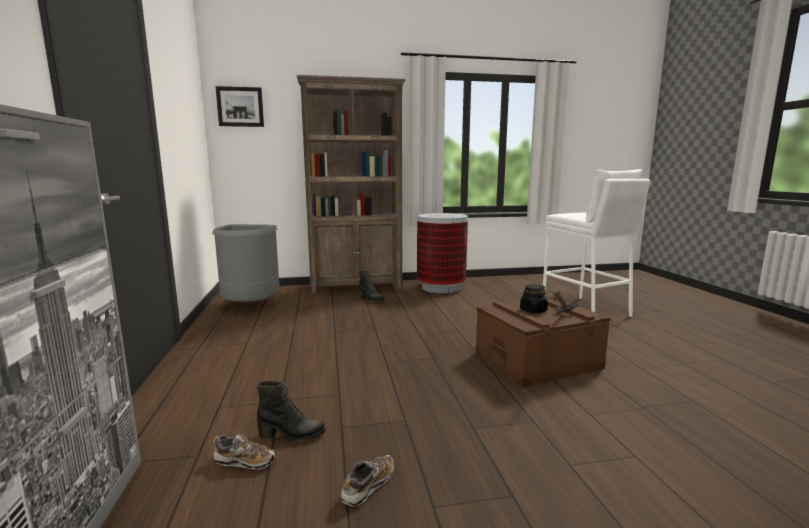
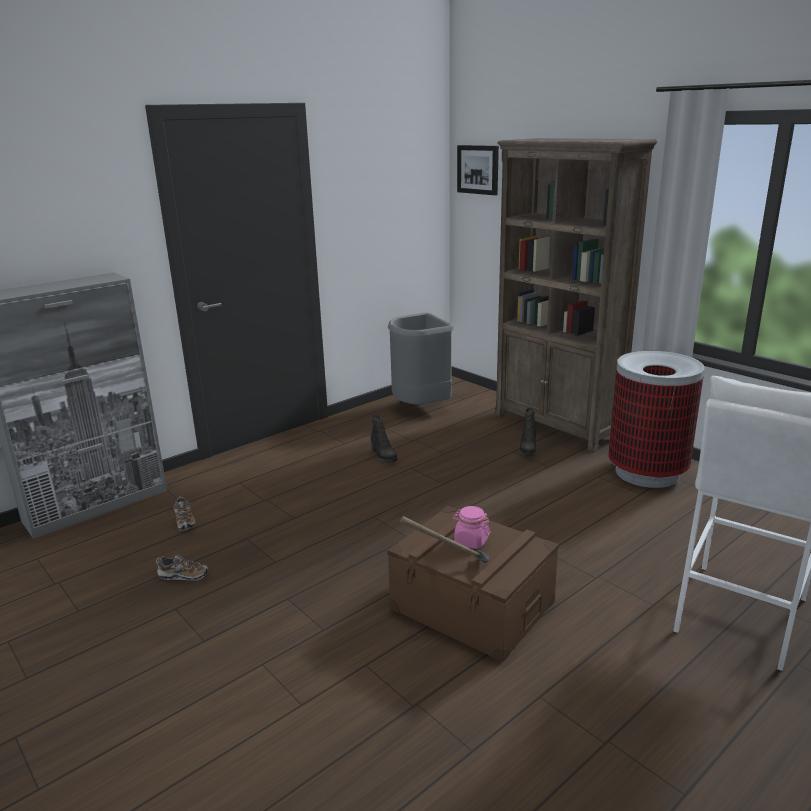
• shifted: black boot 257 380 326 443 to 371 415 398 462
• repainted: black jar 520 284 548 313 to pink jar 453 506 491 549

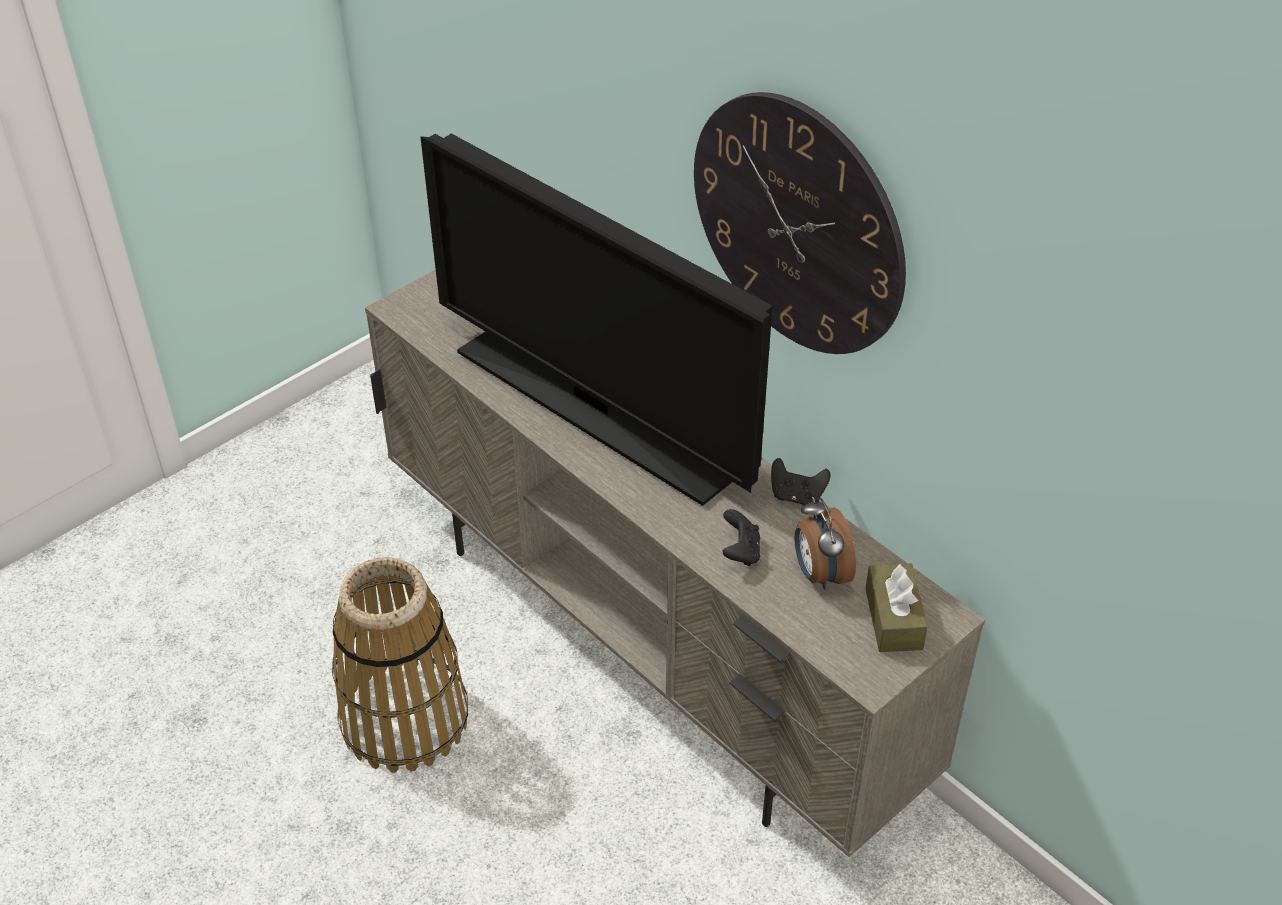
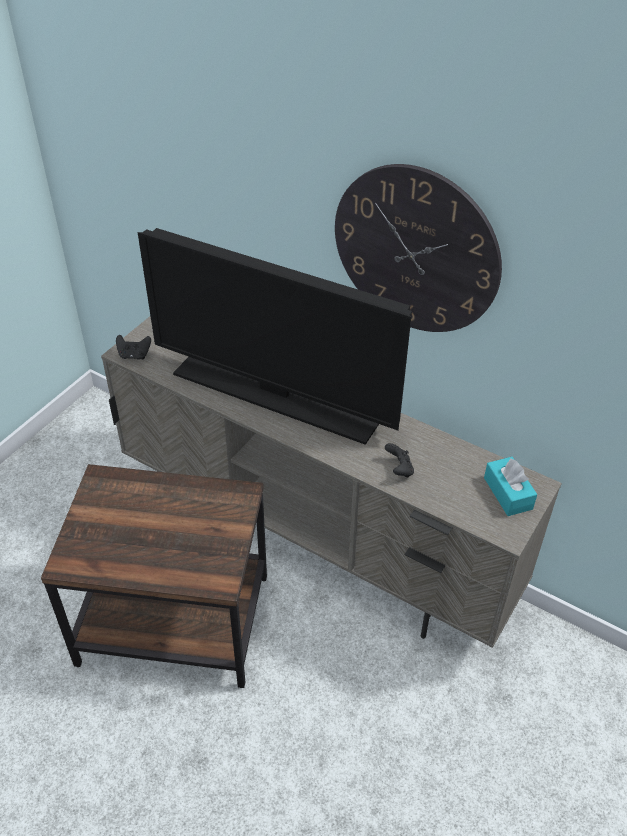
• gone: alarm clock 795 497 856 590
• shifted: black game controller 771 458 831 506 to 116 335 151 360
• swapped: basket 332 557 468 773 to brown side table 41 464 267 688
• repainted: brown tissue box 865 563 928 652 to turquoise tissue box 484 457 537 516

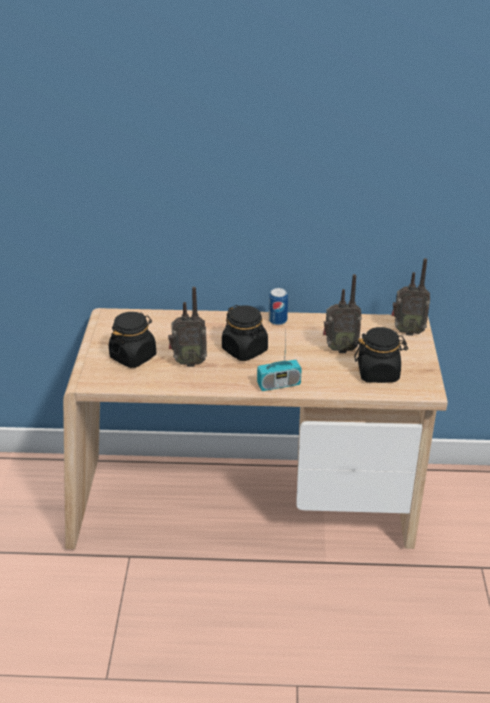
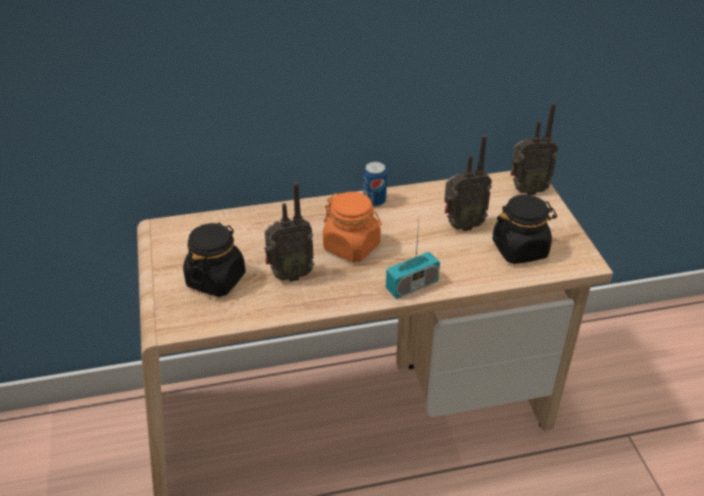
• repainted: black jar 222 305 268 361 to orange jar 323 192 381 262

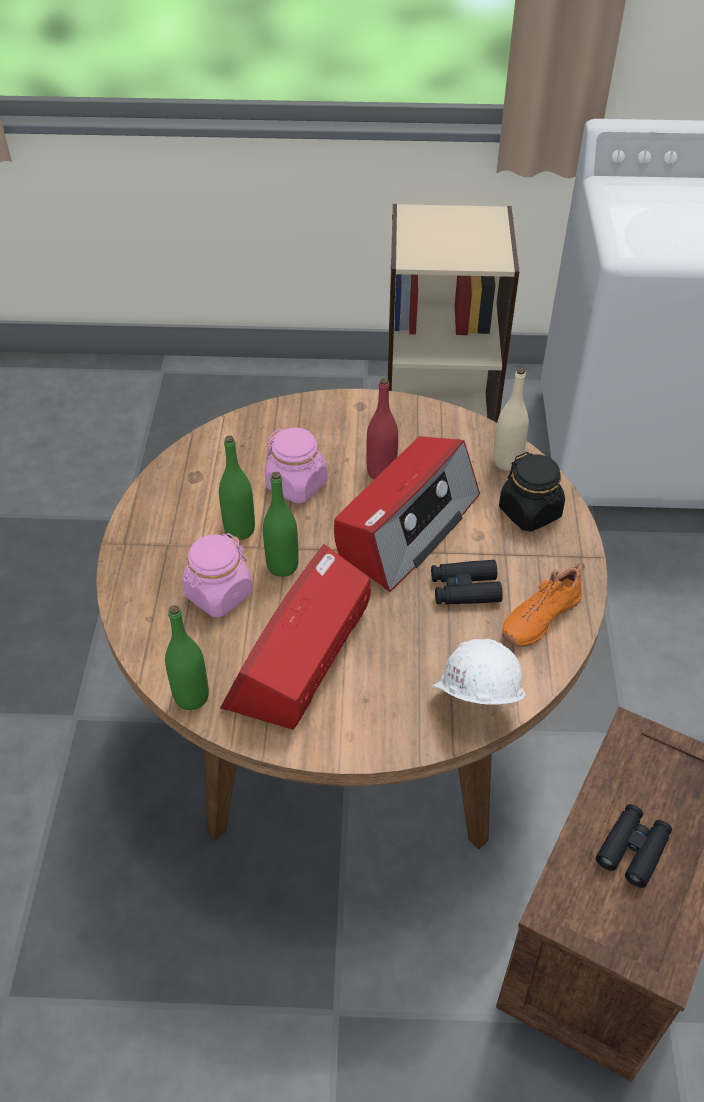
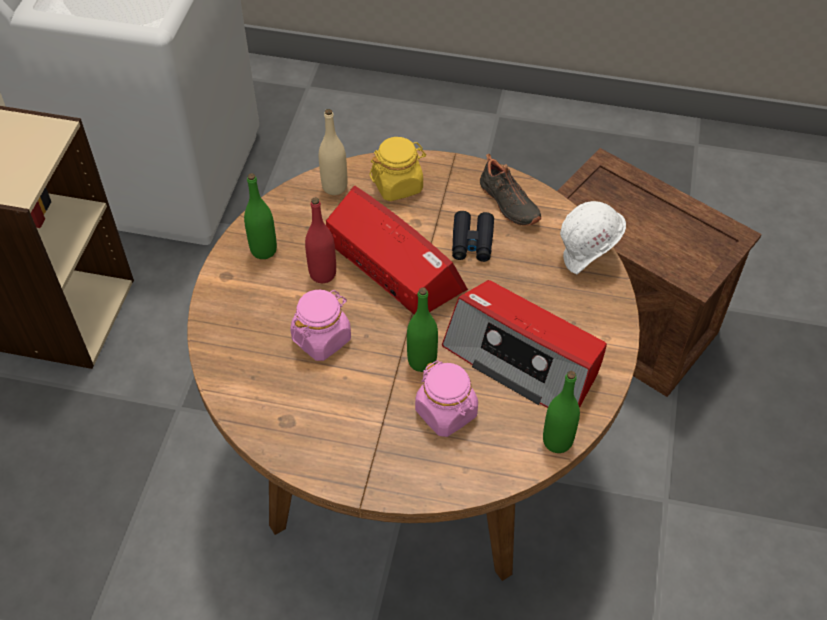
• gone: black binoculars 596 804 672 888
• shifted: green bottle 219 436 255 540 to 244 173 277 259
• repainted: black jar 499 452 565 532 to yellow jar 370 137 426 201
• repainted: orange shoe 502 562 585 647 to black shoe 480 154 541 226

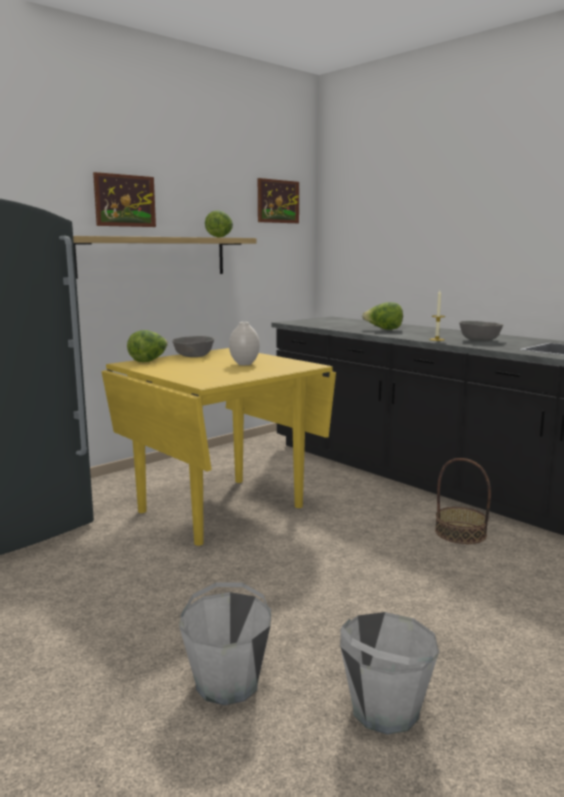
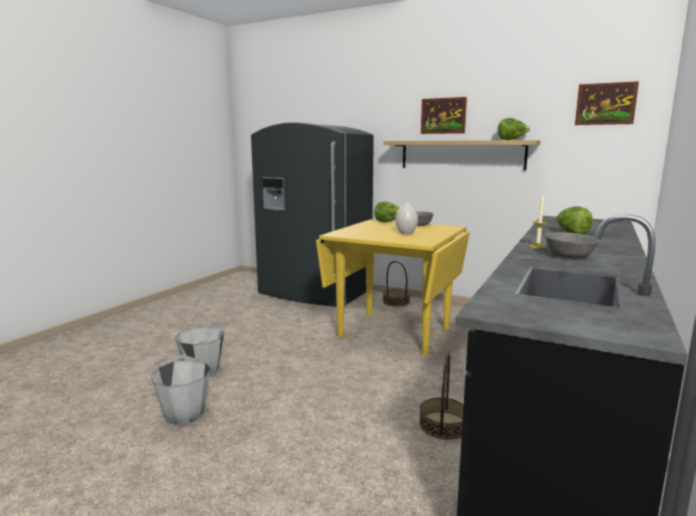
• new: basket 383 261 410 307

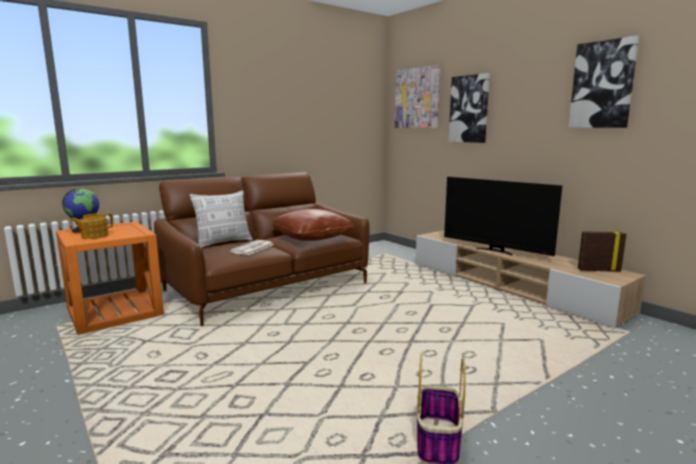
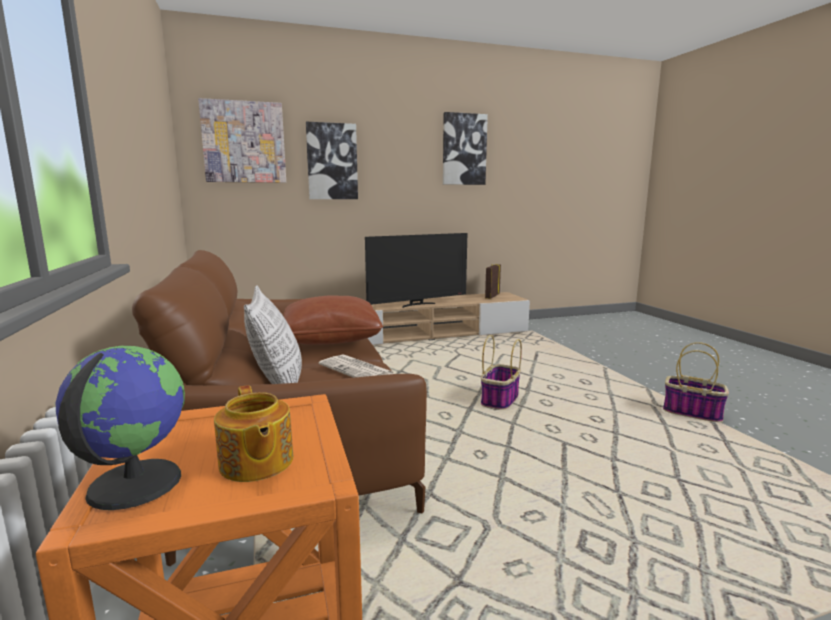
• new: basket 481 335 522 410

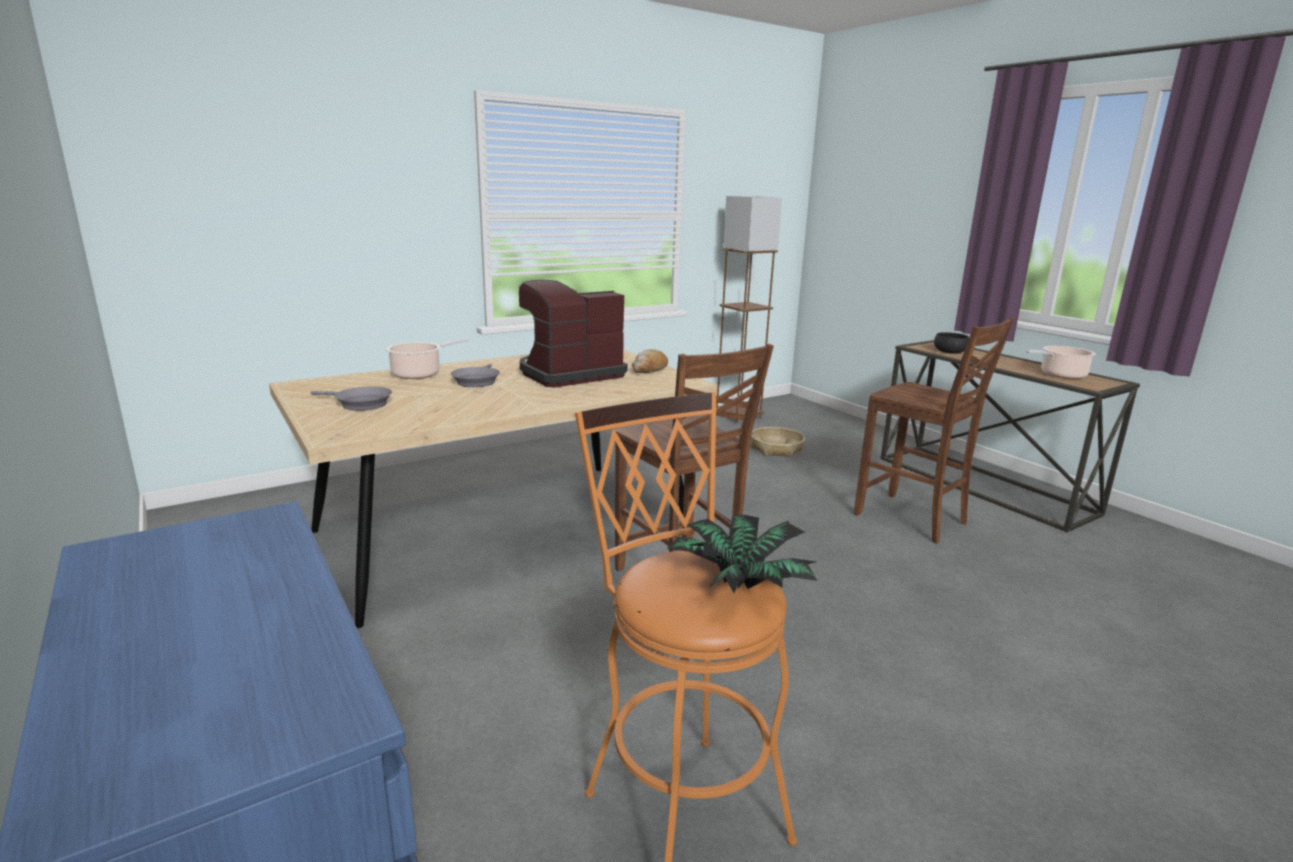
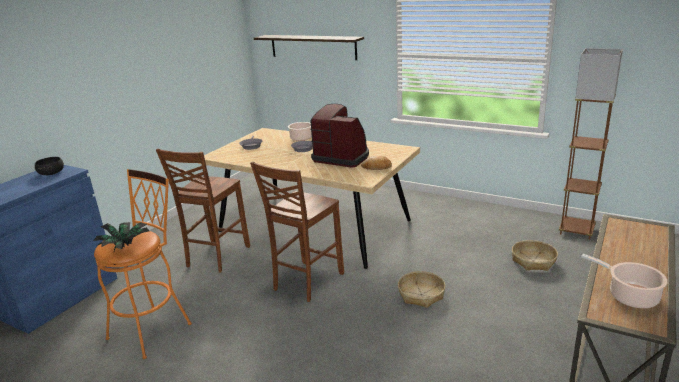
• new: shelf 254 35 364 60
• new: basket 398 271 445 308
• shifted: brown chair 854 317 1015 544 to 156 149 250 273
• shifted: black bowl 934 332 969 354 to 35 157 64 175

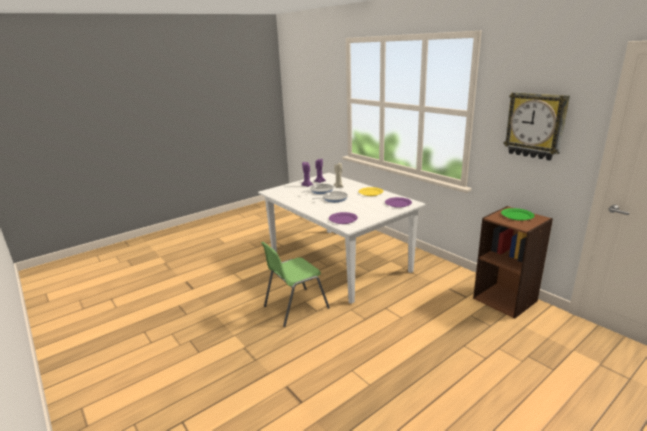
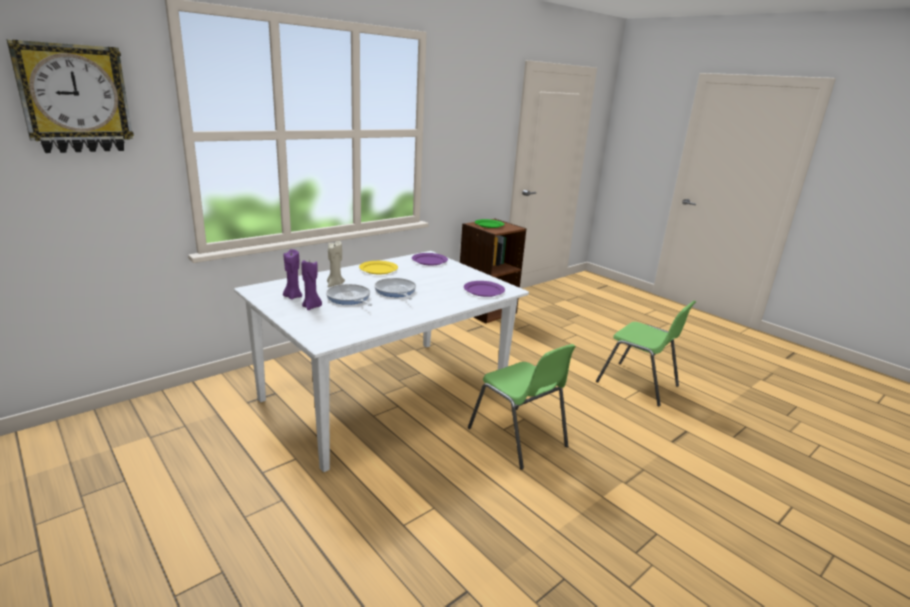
• new: green chair 596 300 696 406
• shifted: wall clock 503 92 570 161 to 7 39 134 153

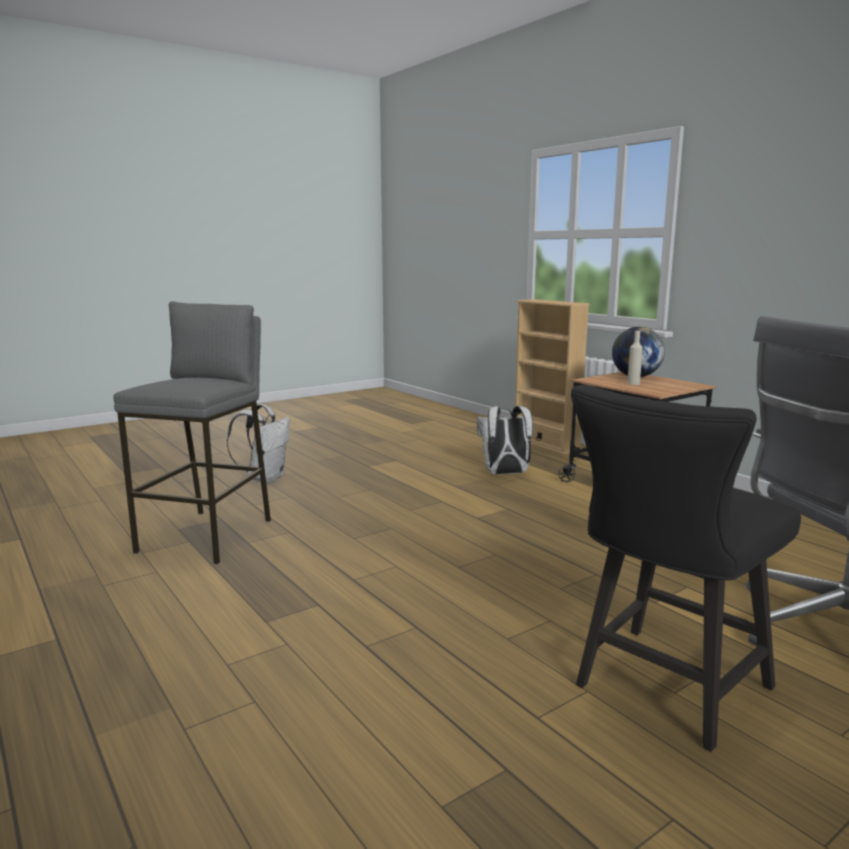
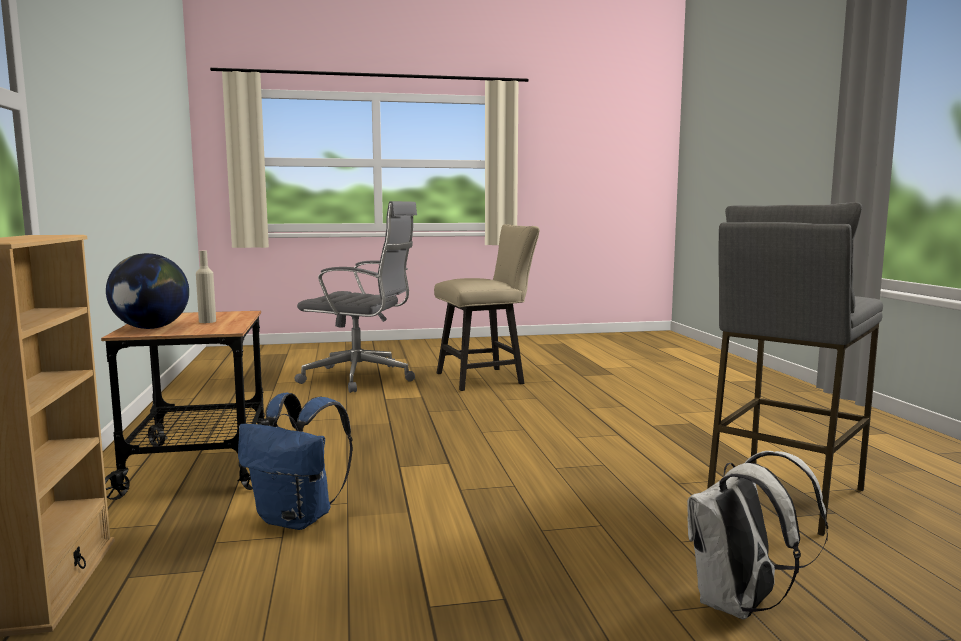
• repainted: white backpack 477 406 533 475 to blue backpack 238 393 353 530
• repainted: black chair 571 385 801 752 to beige chair 434 224 540 391

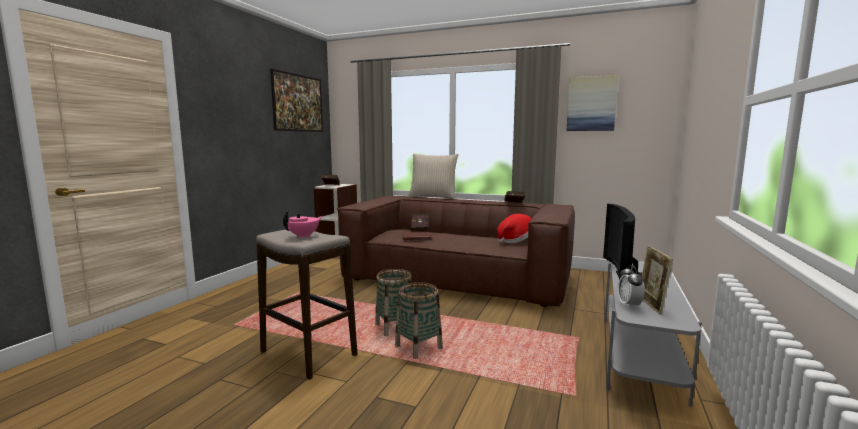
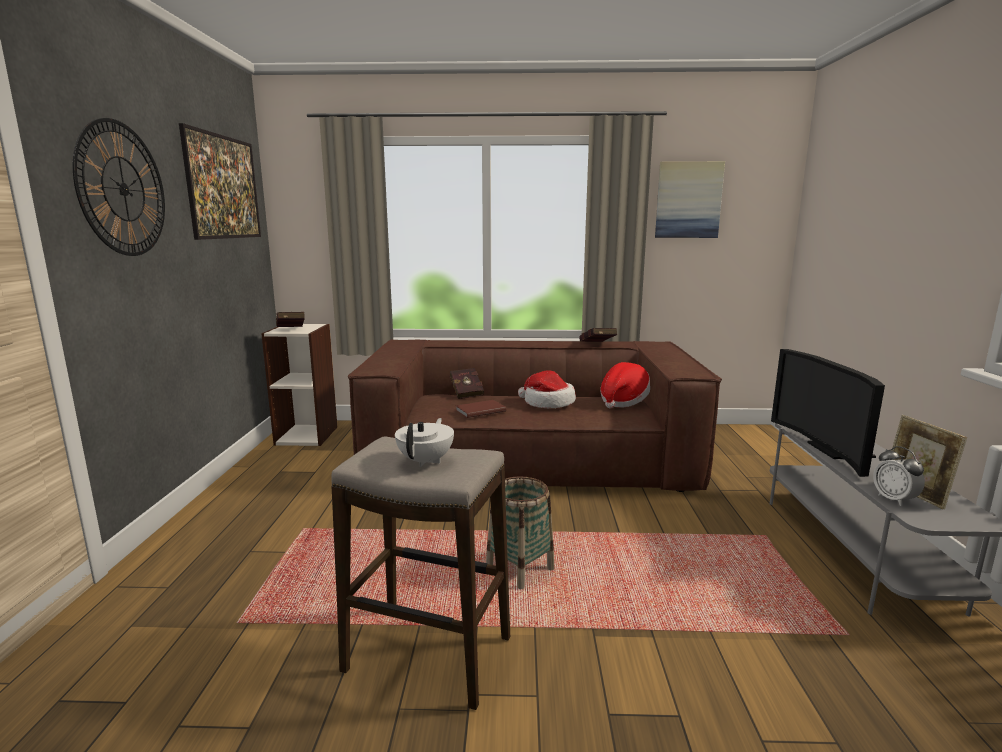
• gone: basket 395 282 443 359
• gone: beige pillow 408 154 458 199
• new: wall clock 73 118 165 256
• new: hat 518 370 576 408
• repainted: pink teapot 283 211 322 238 to white teapot 395 418 454 467

